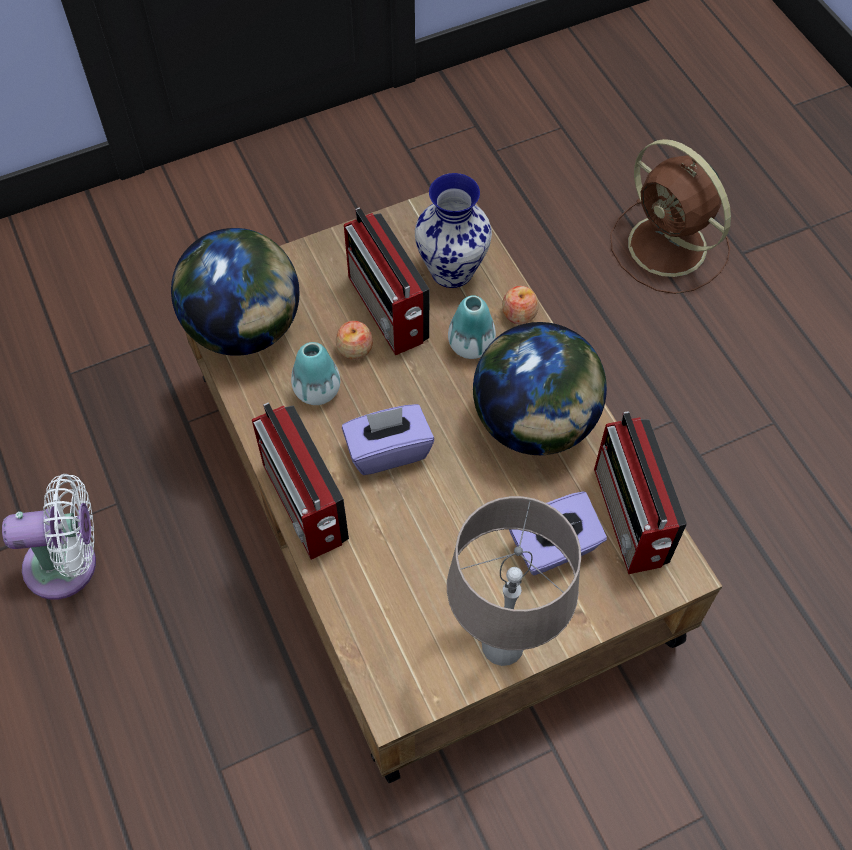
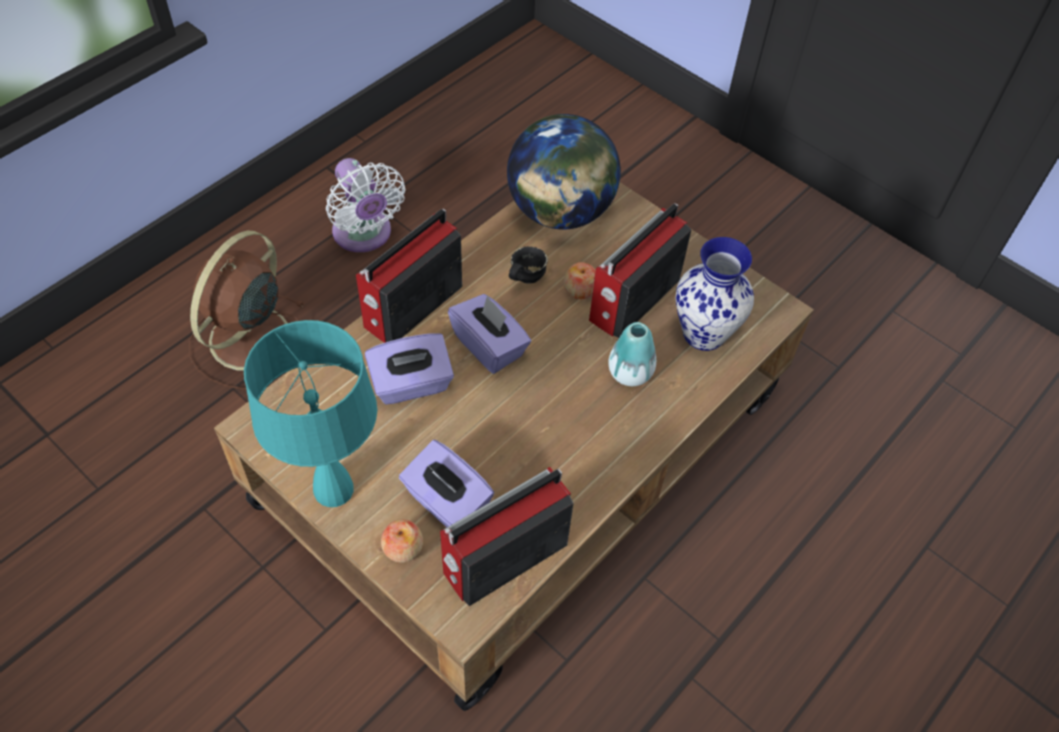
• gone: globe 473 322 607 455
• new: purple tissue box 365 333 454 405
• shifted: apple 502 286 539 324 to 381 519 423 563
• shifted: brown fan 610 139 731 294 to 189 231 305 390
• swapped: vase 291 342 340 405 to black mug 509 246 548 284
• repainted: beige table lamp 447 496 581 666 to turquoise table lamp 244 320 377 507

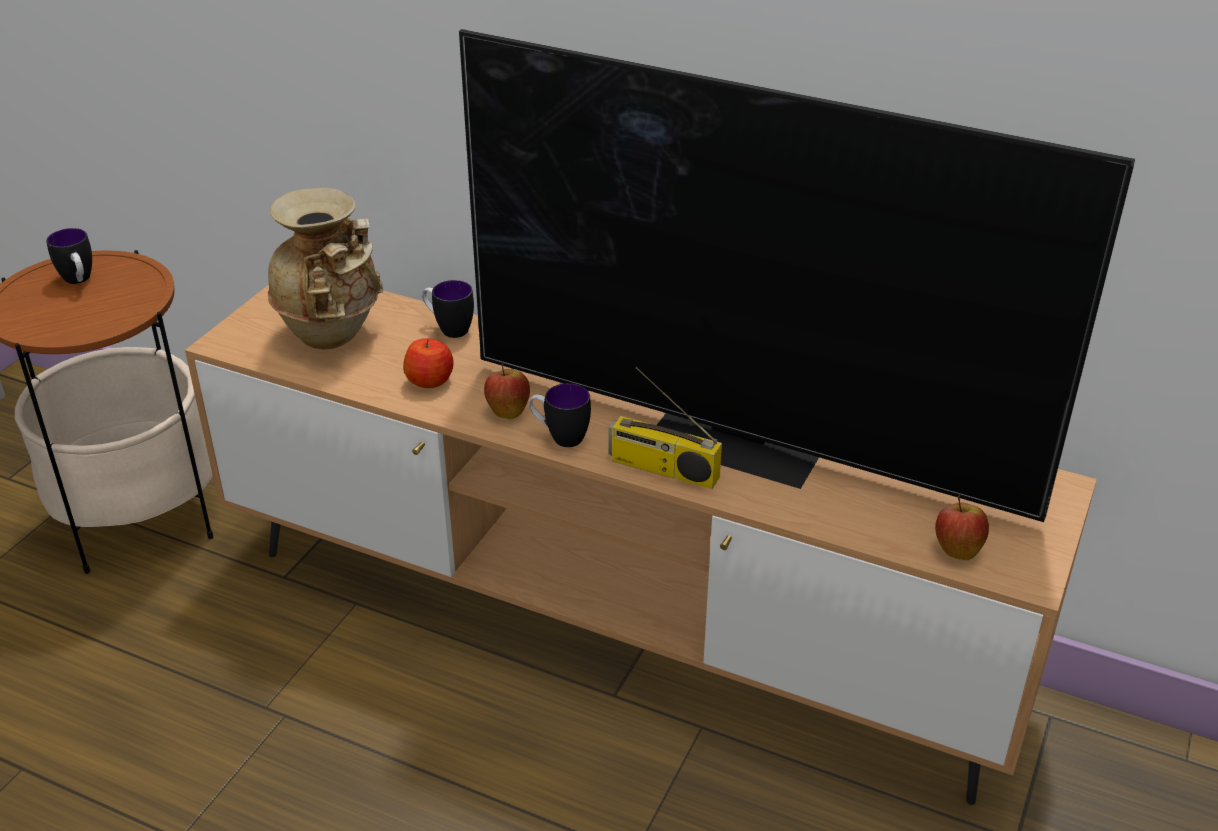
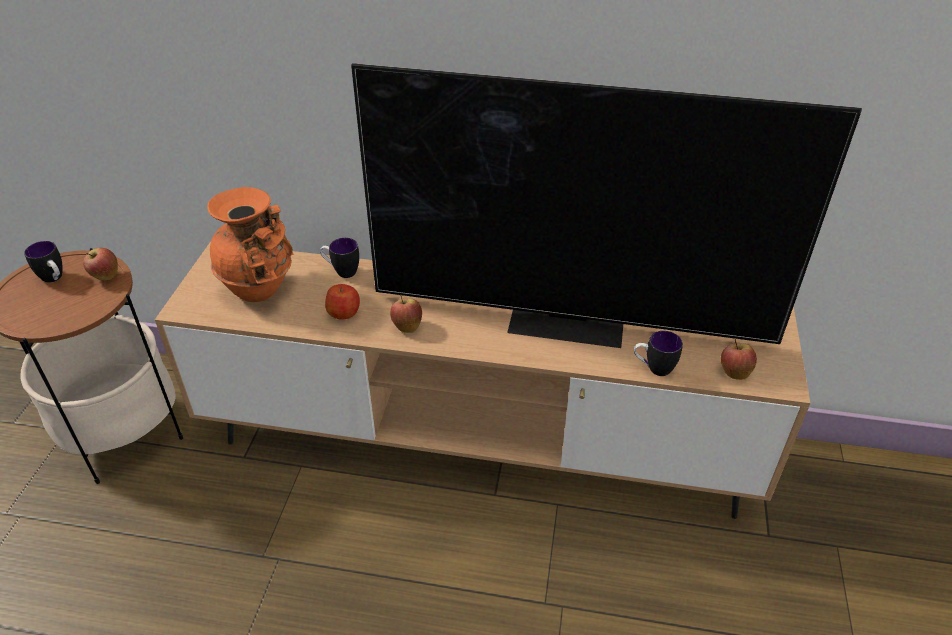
• gone: radio 608 367 722 489
• new: apple 83 248 118 281
• shifted: mug 529 383 591 447 to 634 331 683 376
• repainted: beige vase 268 188 383 349 to orange vase 207 187 294 302

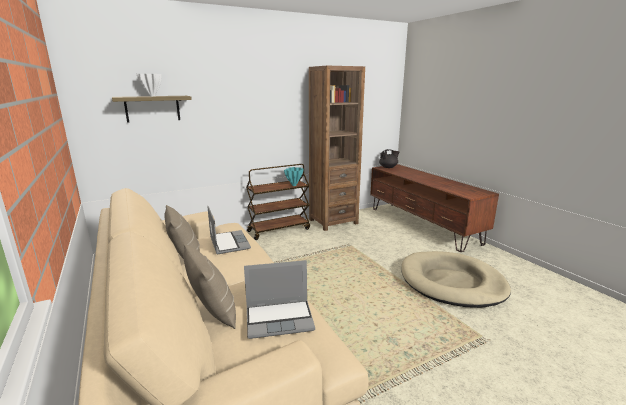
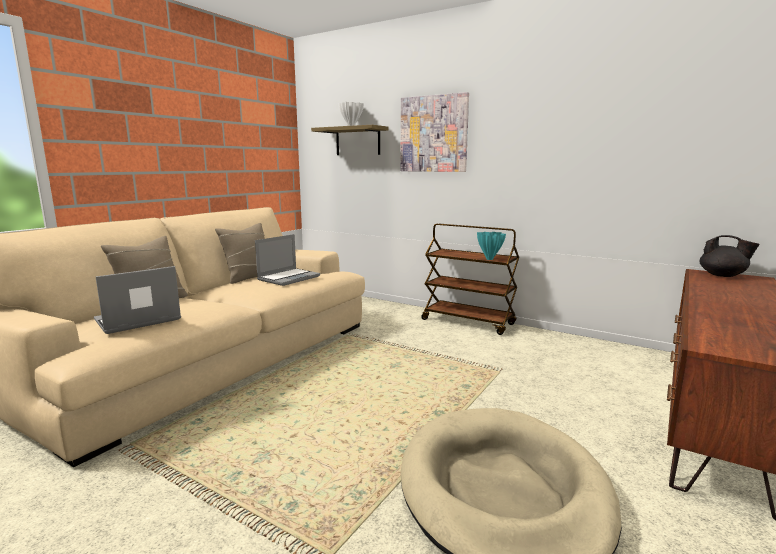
• gone: brown bookcase 309 66 365 231
• new: picture 400 92 469 172
• rotated: laptop 244 260 315 339 = 94 266 181 334 90 degrees clockwise

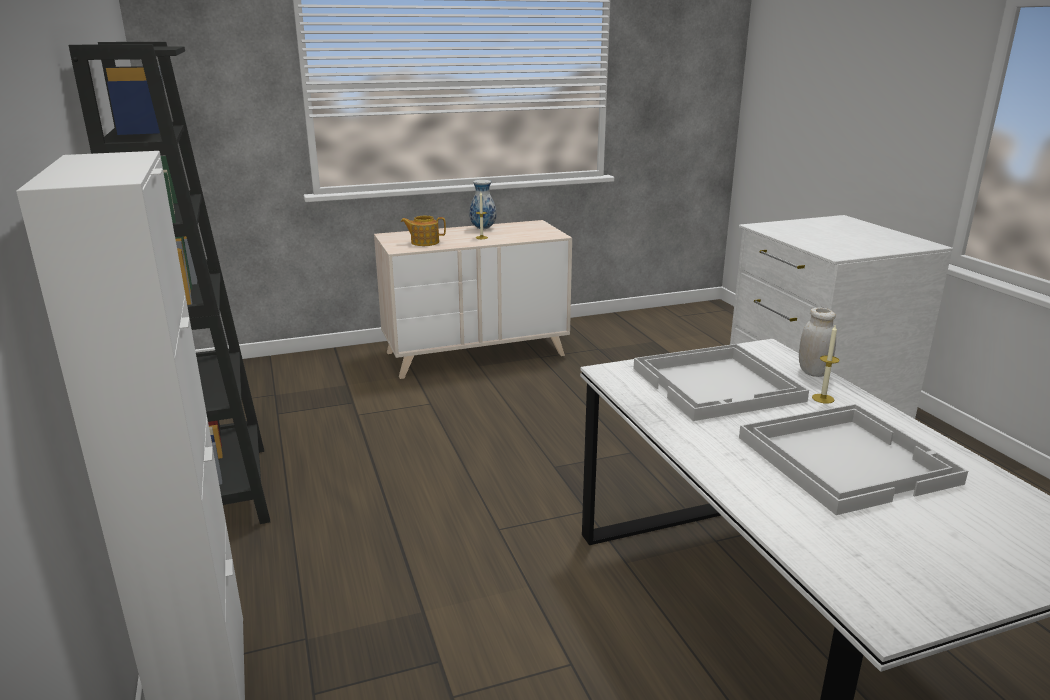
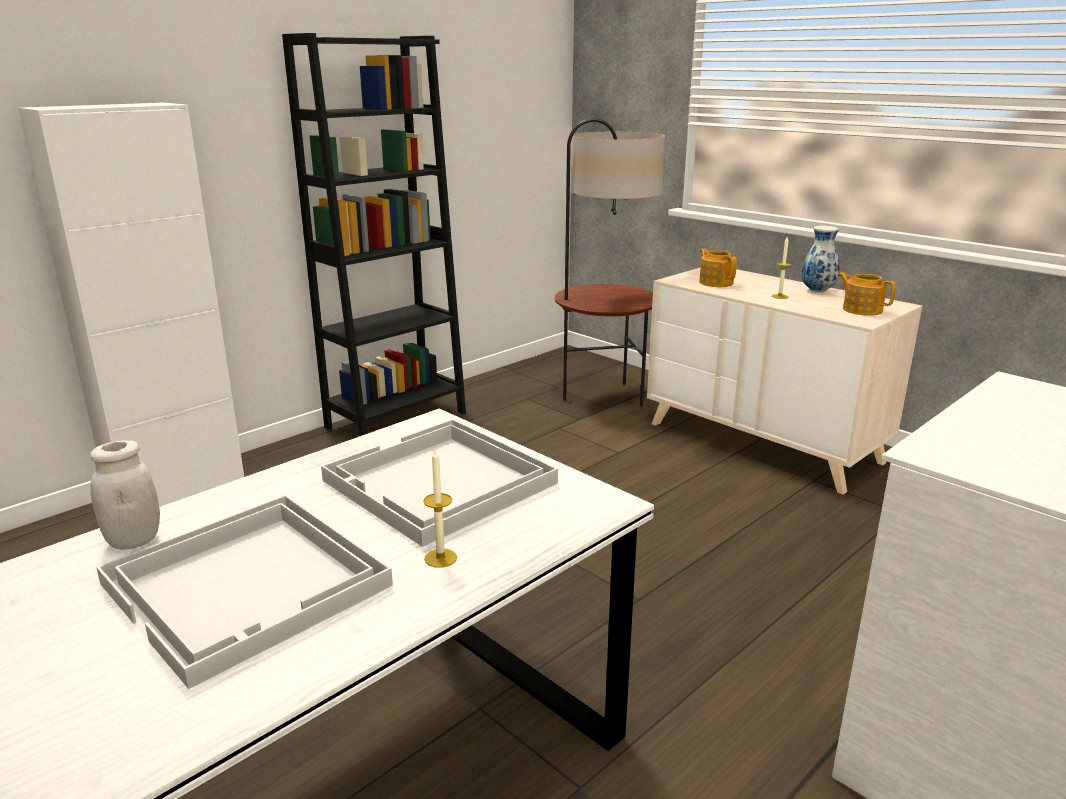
• new: floor lamp 555 118 665 406
• new: teapot 838 272 896 316
• shifted: white jar 799 308 836 377 to 90 440 160 549

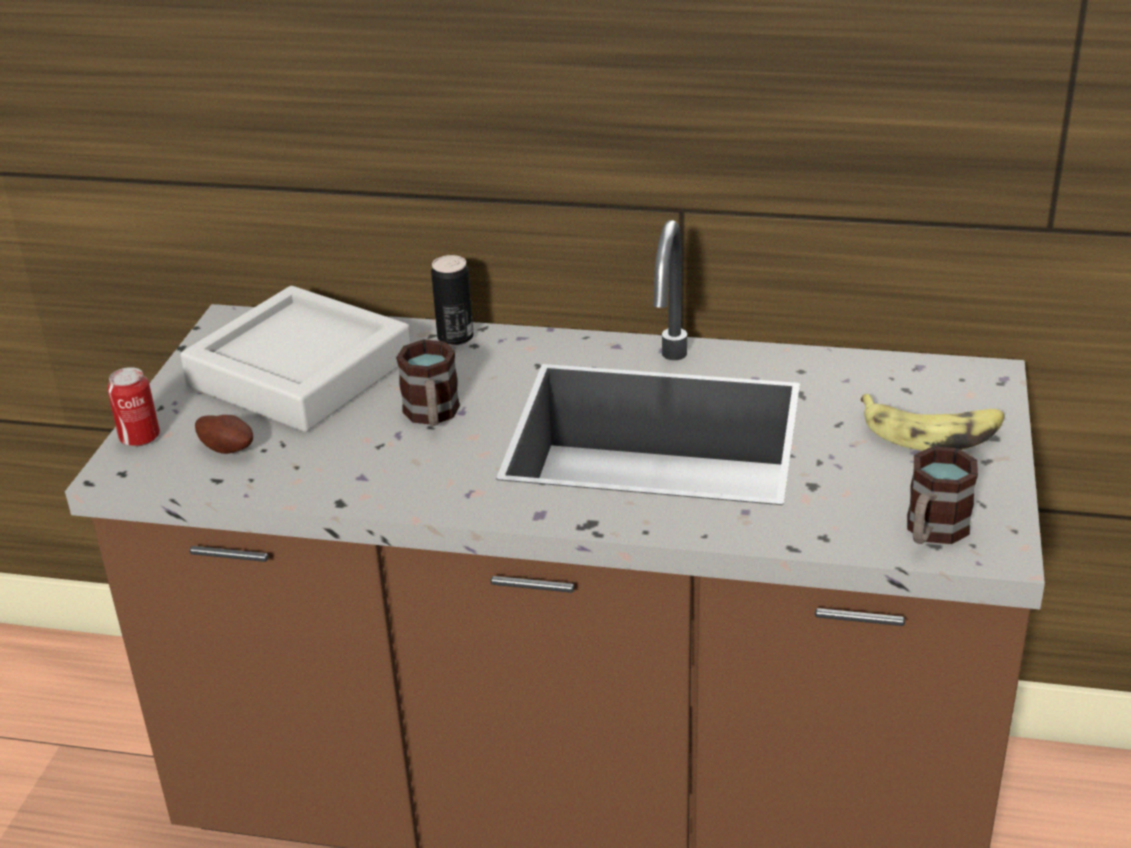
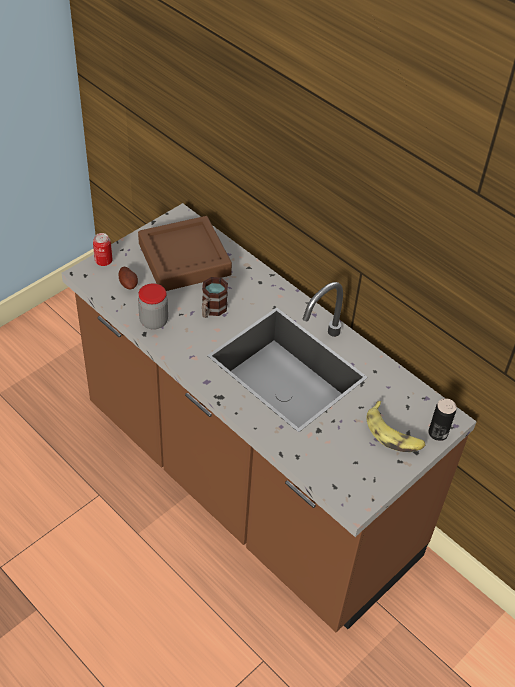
• gone: mug 907 446 978 544
• new: jar 138 283 168 330
• shifted: can 431 255 474 346 to 428 398 456 441
• repainted: grey tray 180 286 411 432 to brown tray 138 216 232 291

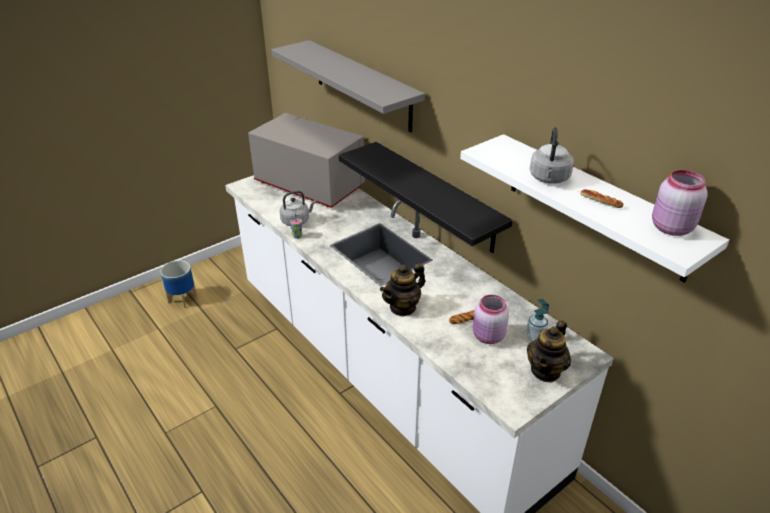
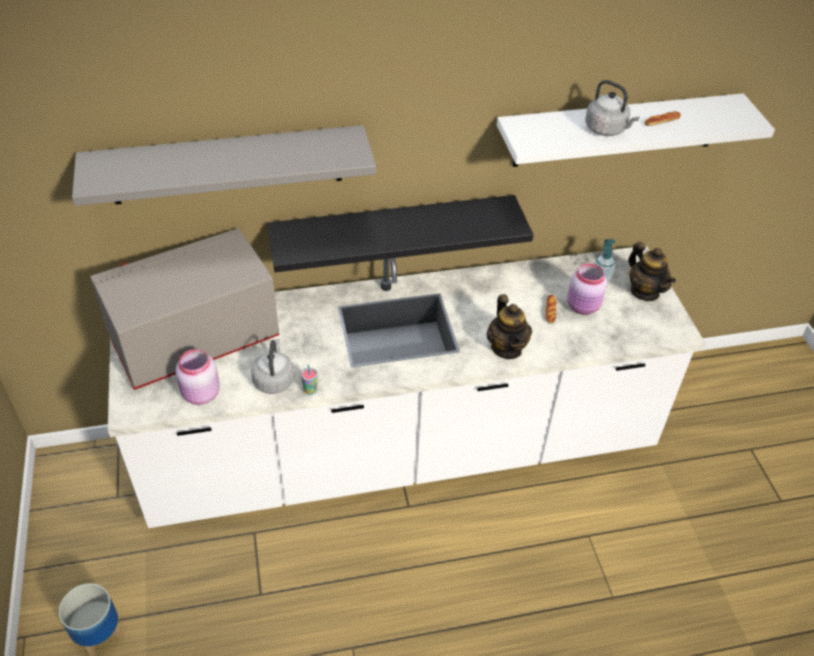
• shifted: pink jar 652 170 707 236 to 176 349 220 405

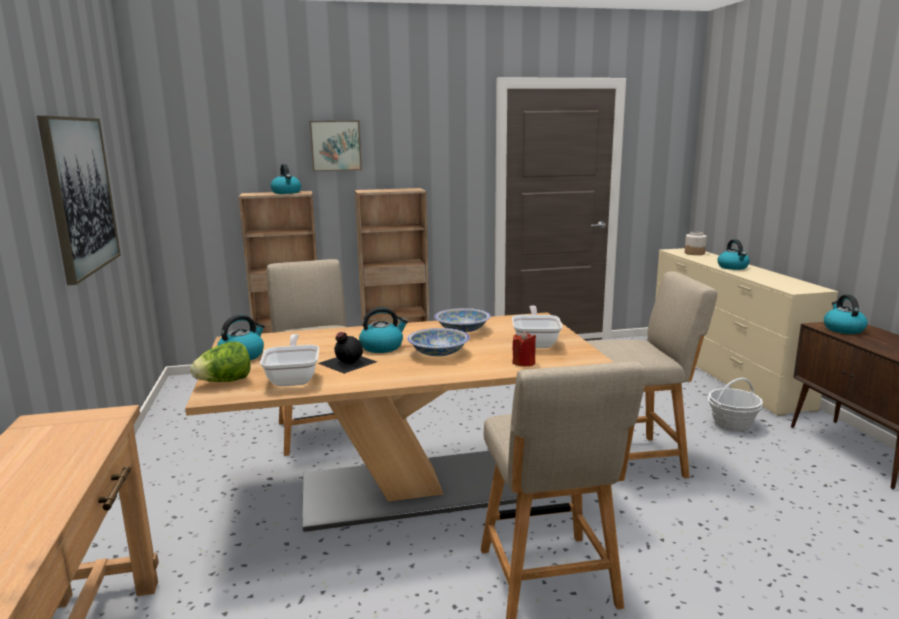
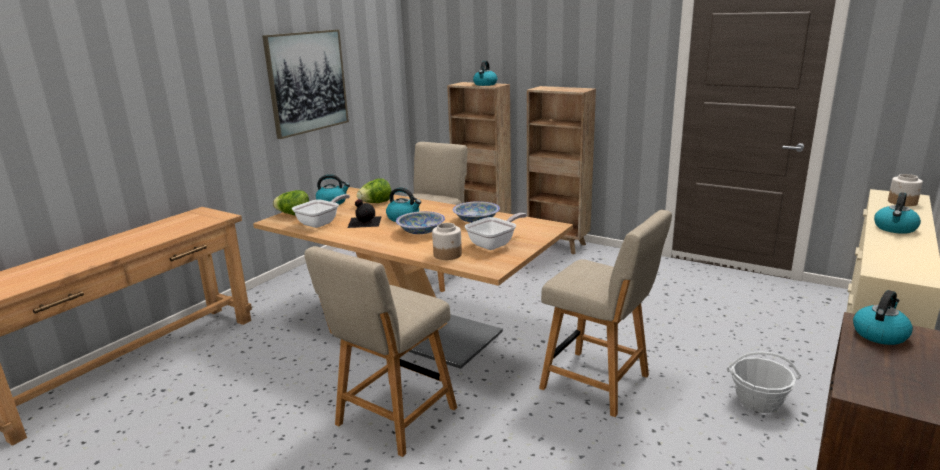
• gone: picture 310 121 362 171
• new: lettuce 357 178 392 203
• swapped: red candle 512 331 536 367 to jar 432 223 462 260

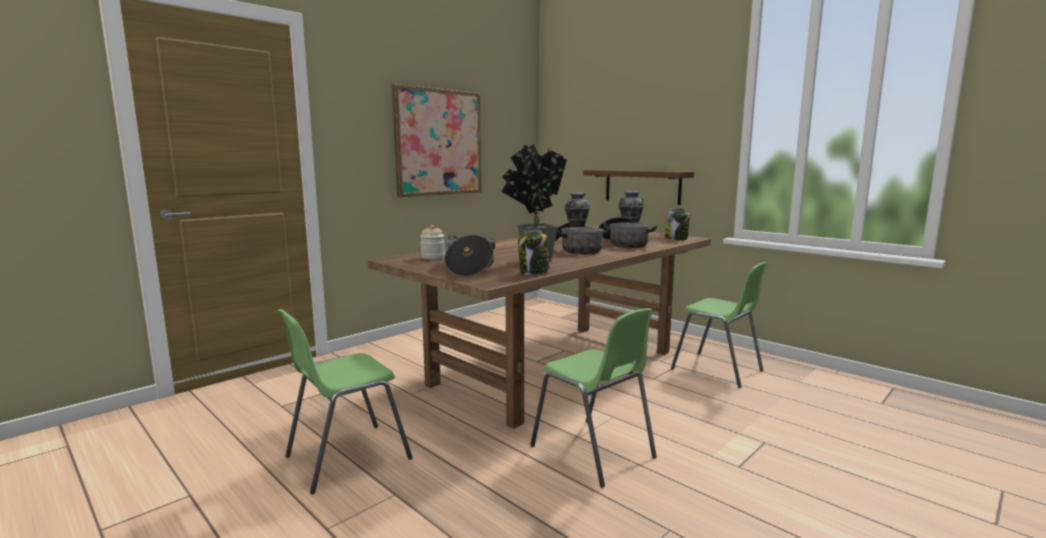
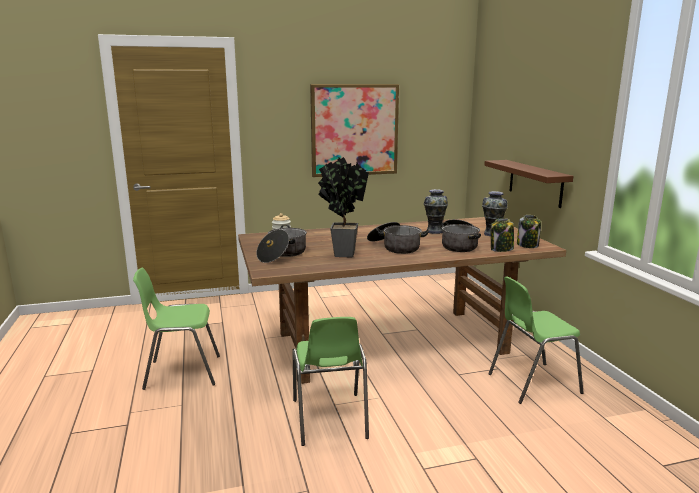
• shifted: jar 518 230 550 275 to 491 218 514 252
• rotated: green chair 671 262 768 388 = 488 276 584 404 90 degrees clockwise

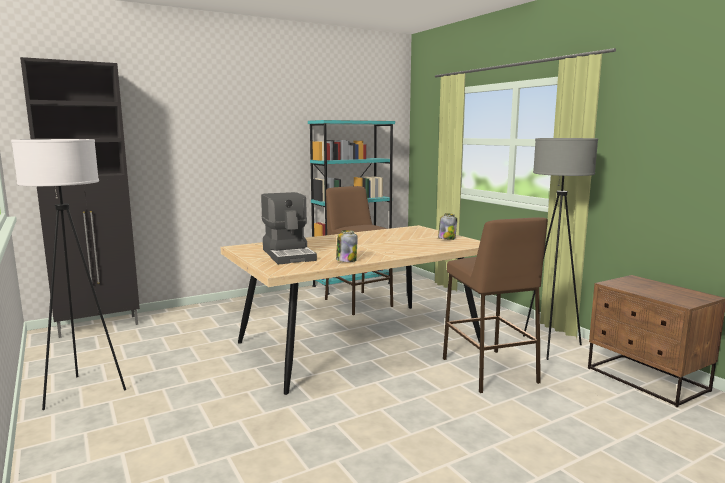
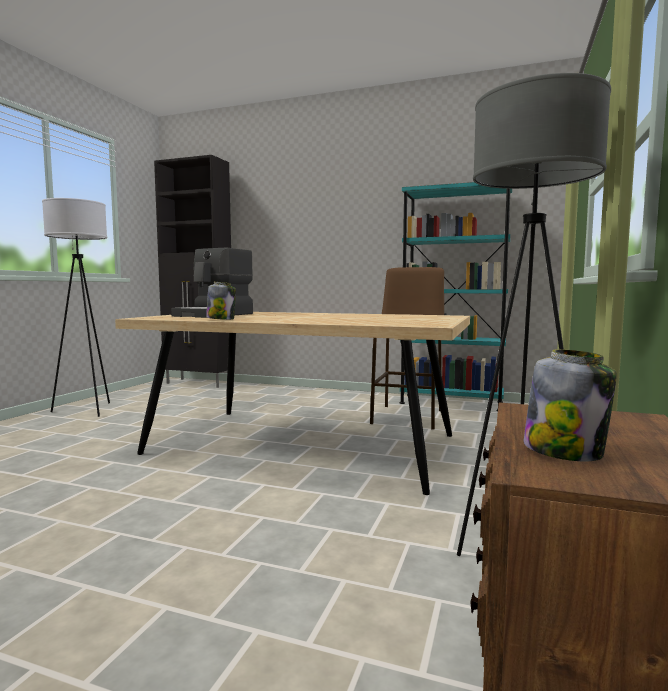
• gone: brown stool 443 217 548 393
• shifted: jar 438 213 457 240 to 524 349 617 461

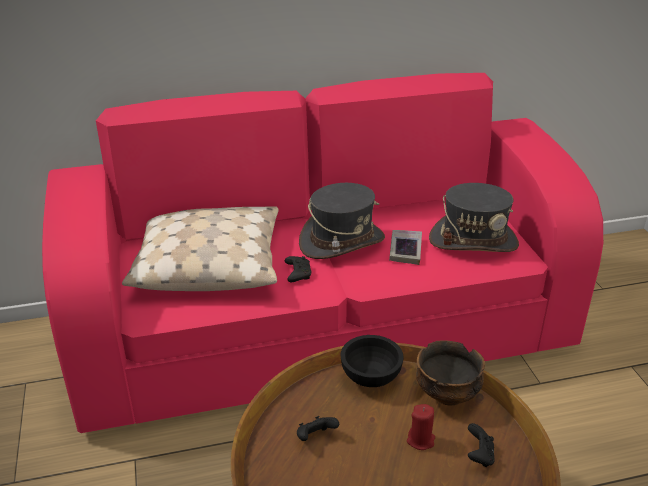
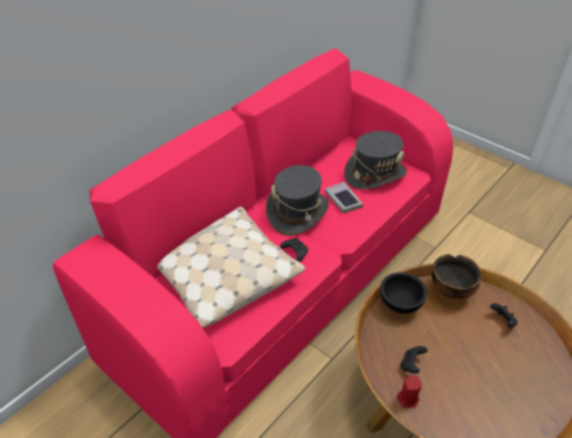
• shifted: red candle 407 404 435 450 to 397 376 421 408

